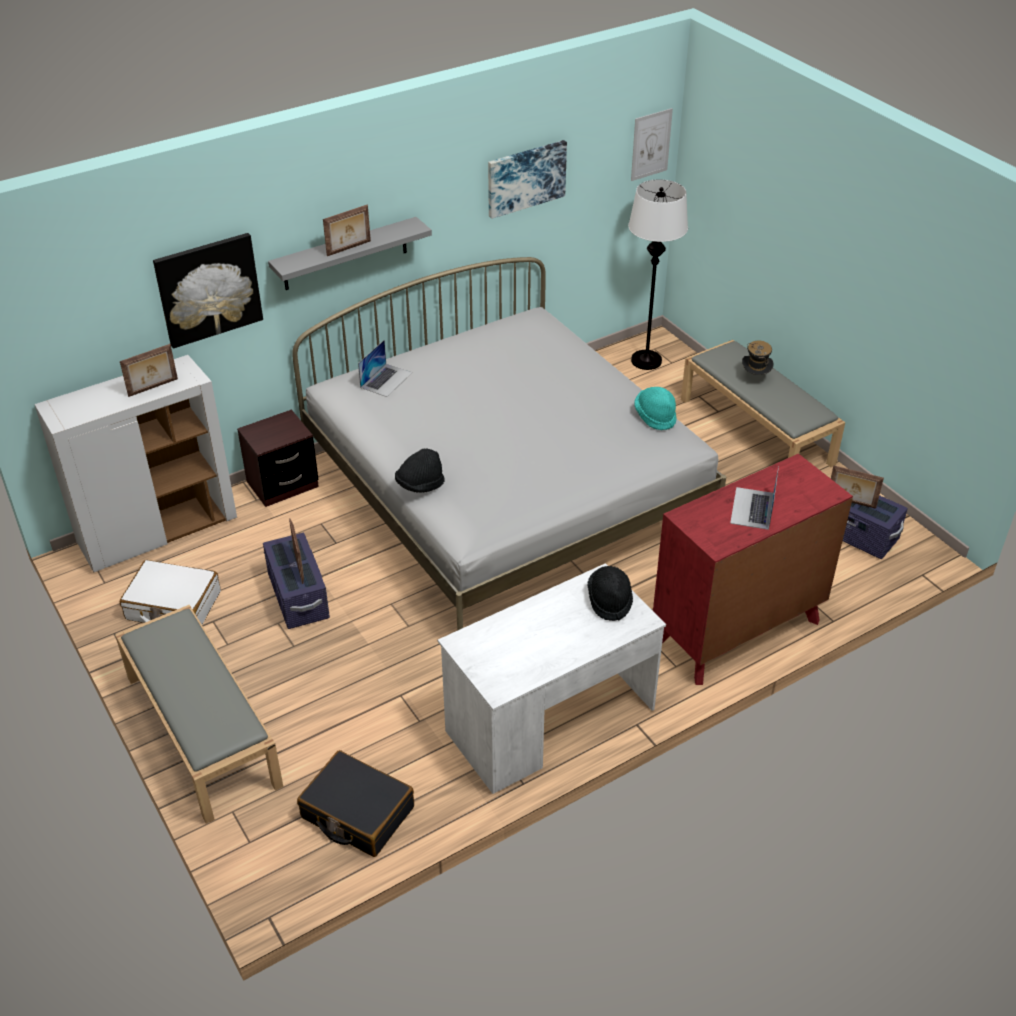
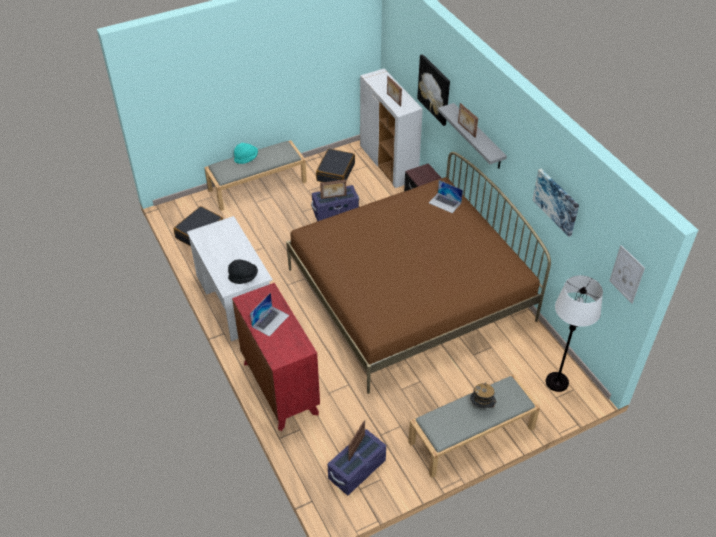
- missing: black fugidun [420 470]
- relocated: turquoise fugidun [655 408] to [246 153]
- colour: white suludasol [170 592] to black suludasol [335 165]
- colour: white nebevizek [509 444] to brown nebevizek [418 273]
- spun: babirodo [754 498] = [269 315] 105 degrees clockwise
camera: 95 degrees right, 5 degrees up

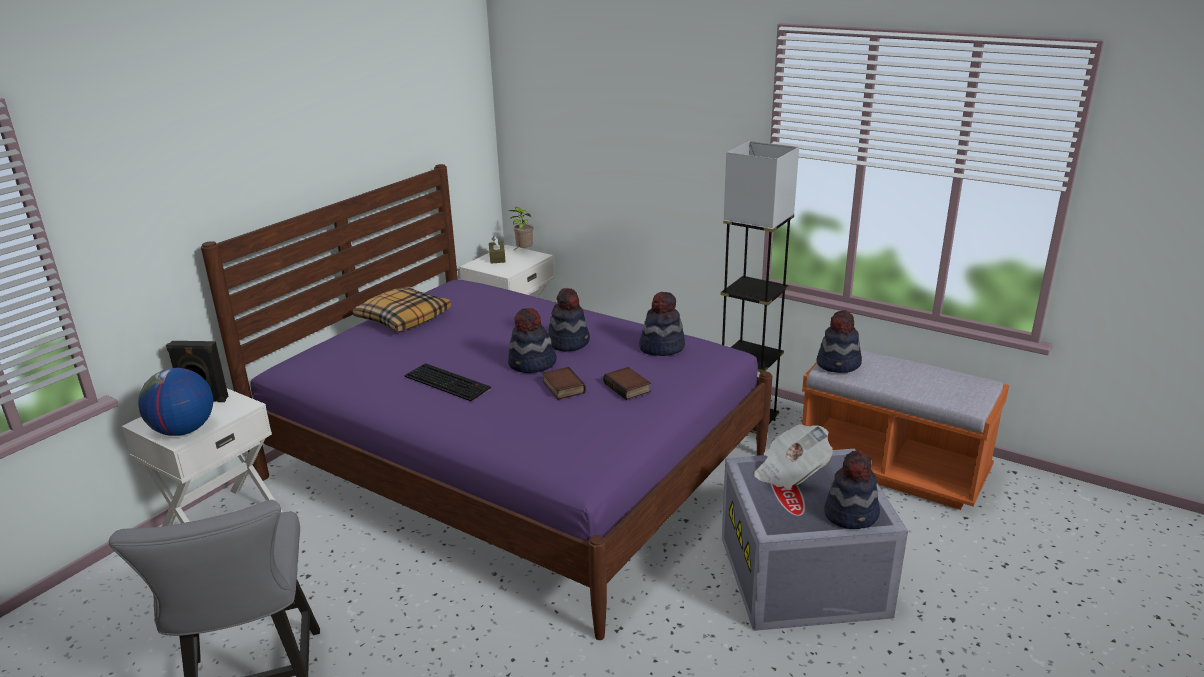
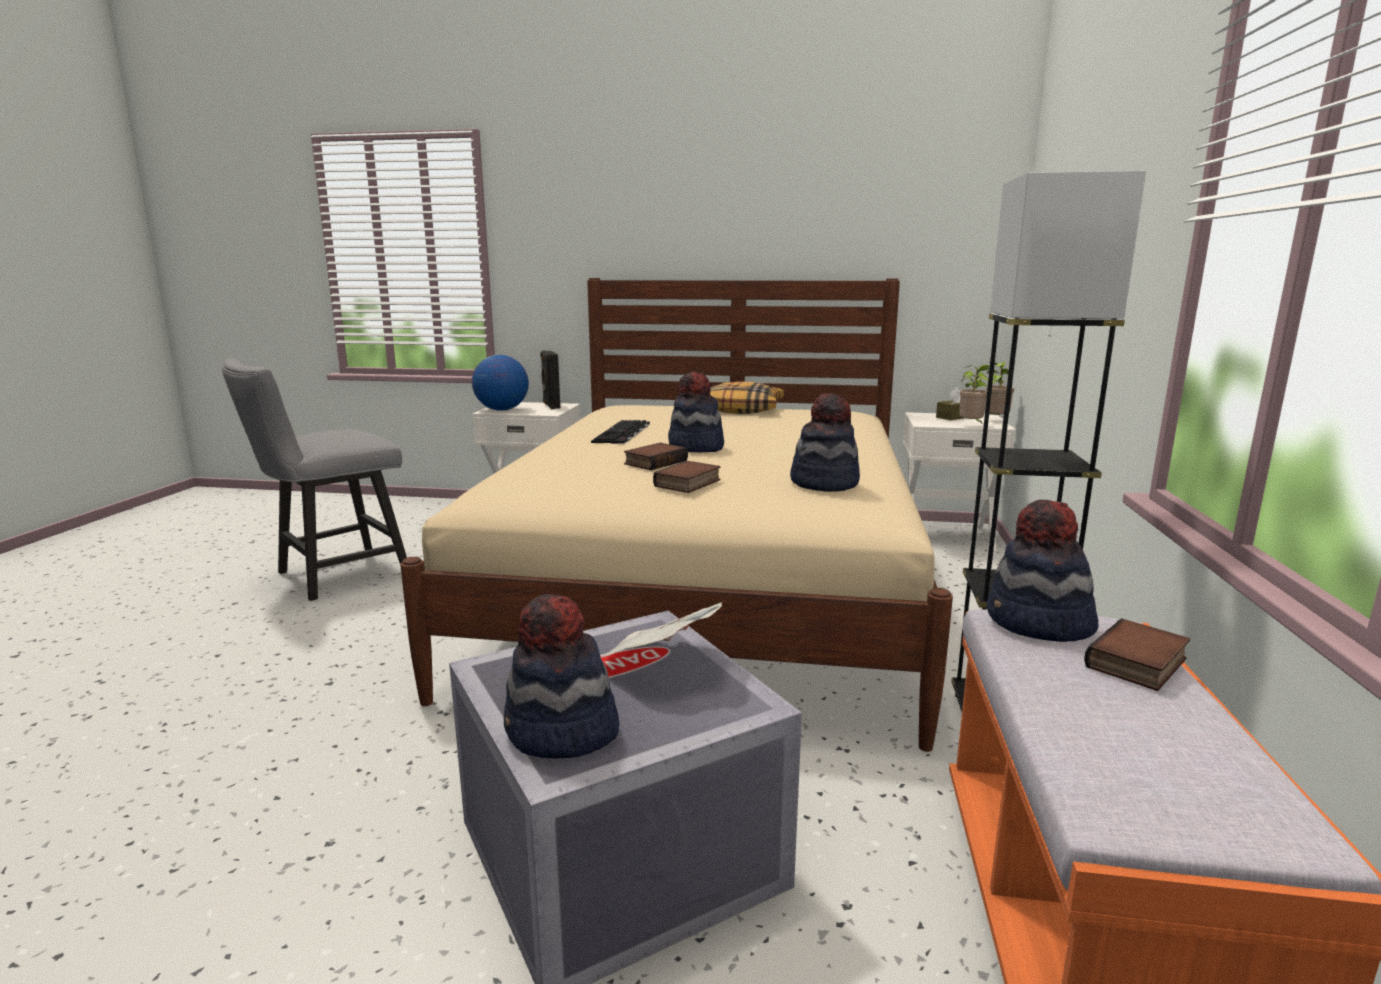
- missing: fugidun [569 320]
- appeared: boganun [974 394]
- appeared: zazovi [1137 654]
- colour: purple nebevizek [486 402] to beige nebevizek [676 515]
camera: 65 degrees right, 10 degrees down

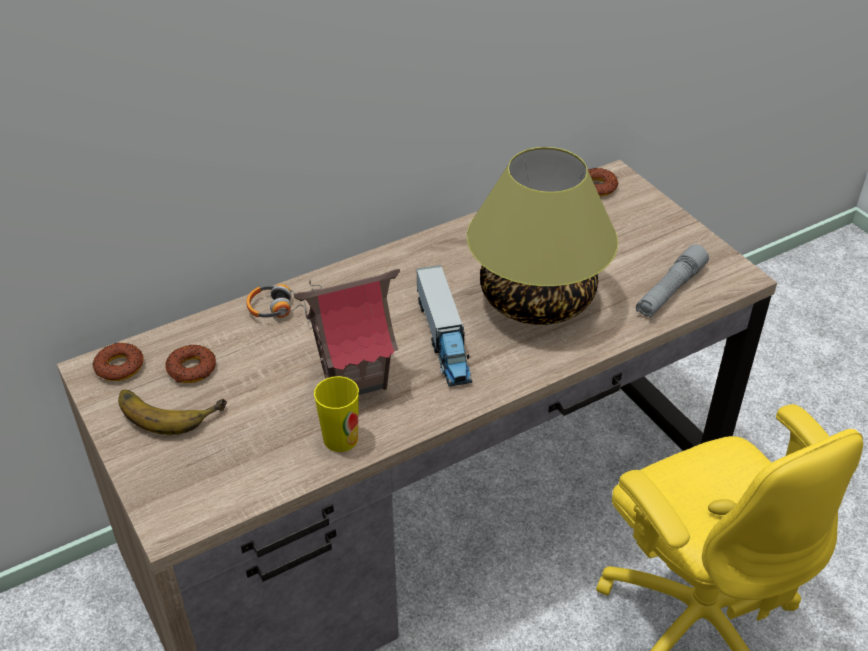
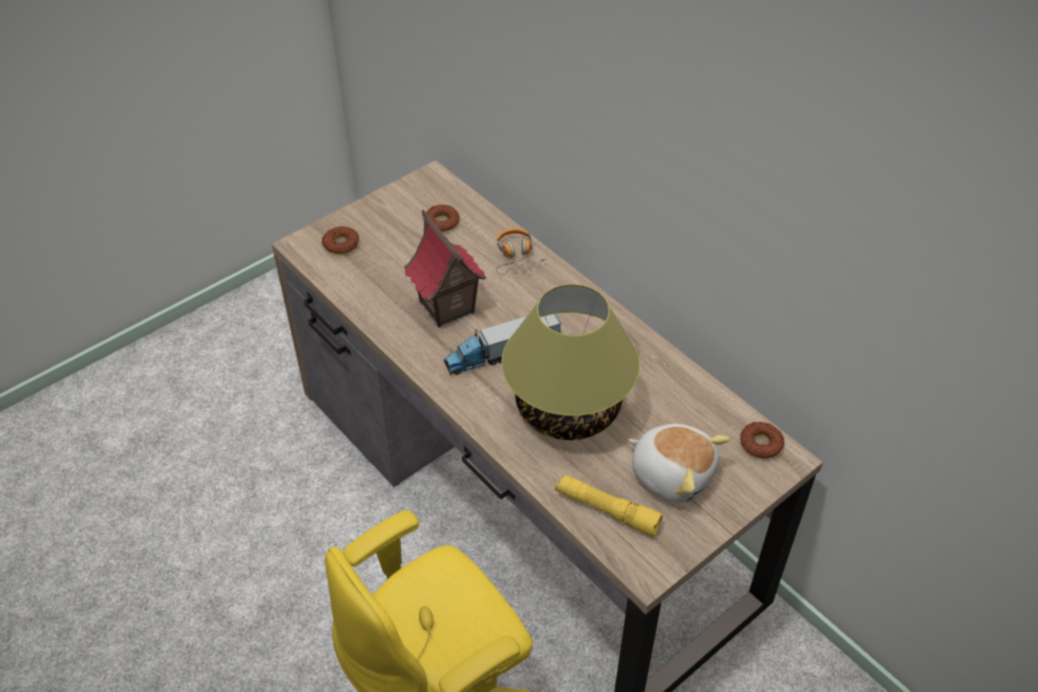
- missing: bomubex [172 412]
- missing: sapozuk [336 414]
- appeared: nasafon [679 463]
- relocated: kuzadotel [118 362] to [340 240]
- colour: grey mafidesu [672 281] to yellow mafidesu [609 505]
camera: 80 degrees right, 5 degrees up

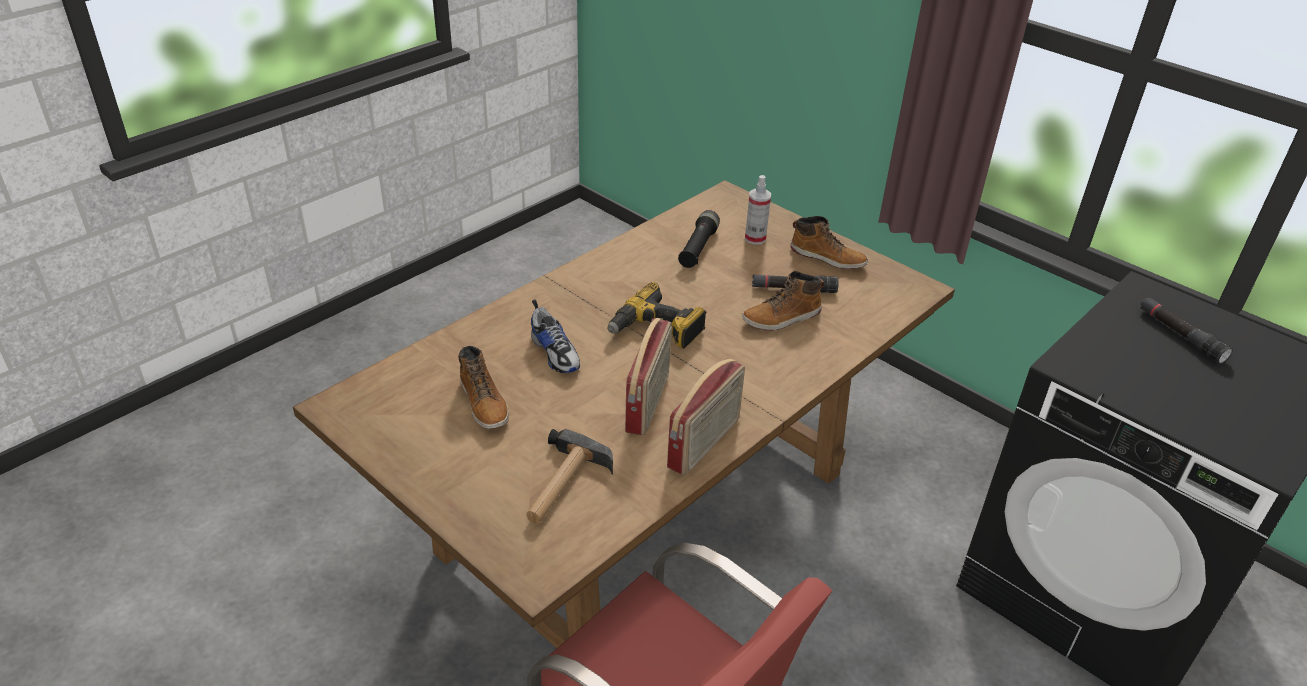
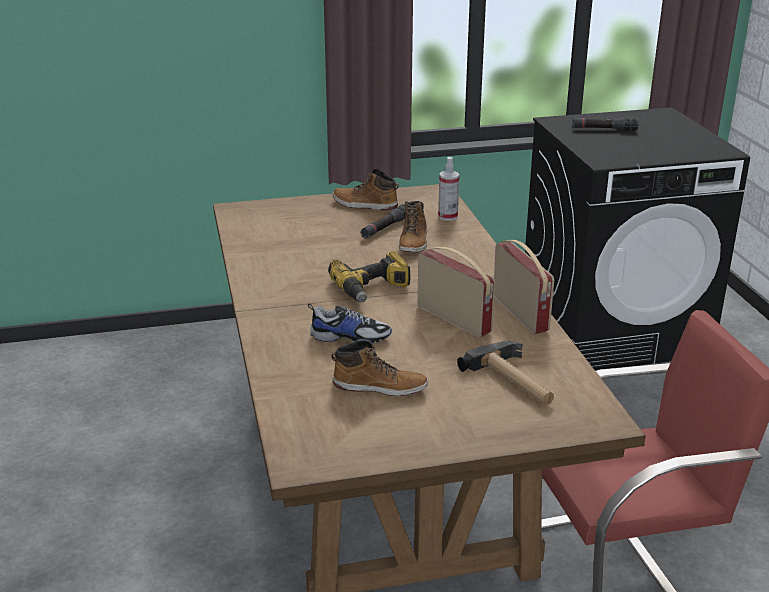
- missing: black mafidesu [699 239]
- relocated: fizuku [758 210] to [448 189]
- spun: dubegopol [829 242] = [366 189] 135 degrees counterclockwise
camera: 55 degrees left, 10 degrees down

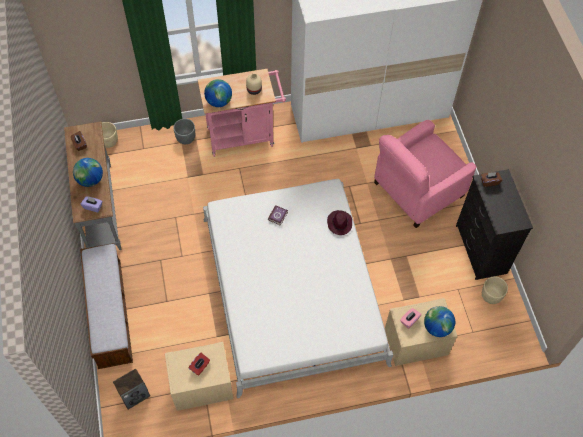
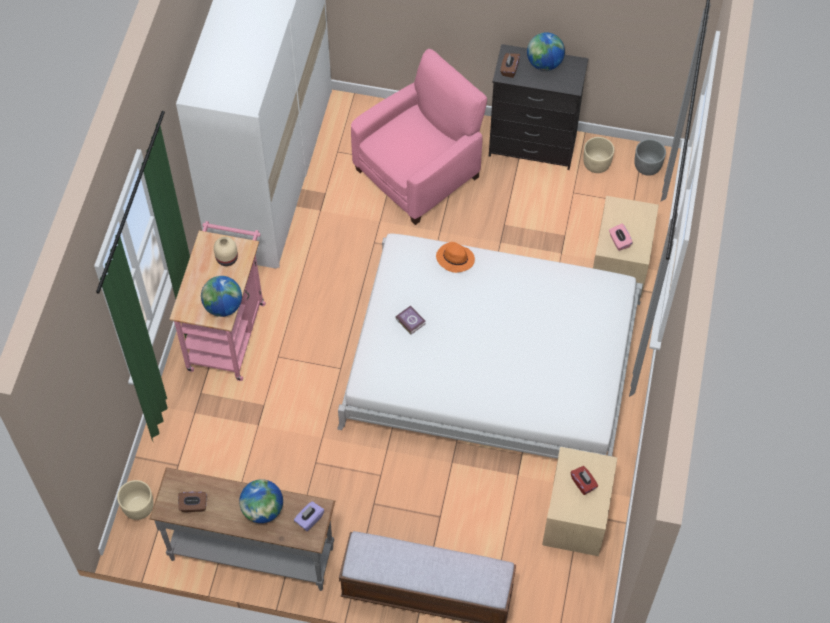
- missing: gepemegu [131 389]
- relocated: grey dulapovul [184 131] to [650 157]
- relocated: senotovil [439 321] to [546 51]
- colour: purple fugidun [339 222] to orange fugidun [455 257]
- spun: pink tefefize [425 174] = [419 137] 120 degrees counterclockwise
camera: 65 degrees left, 0 degrees up

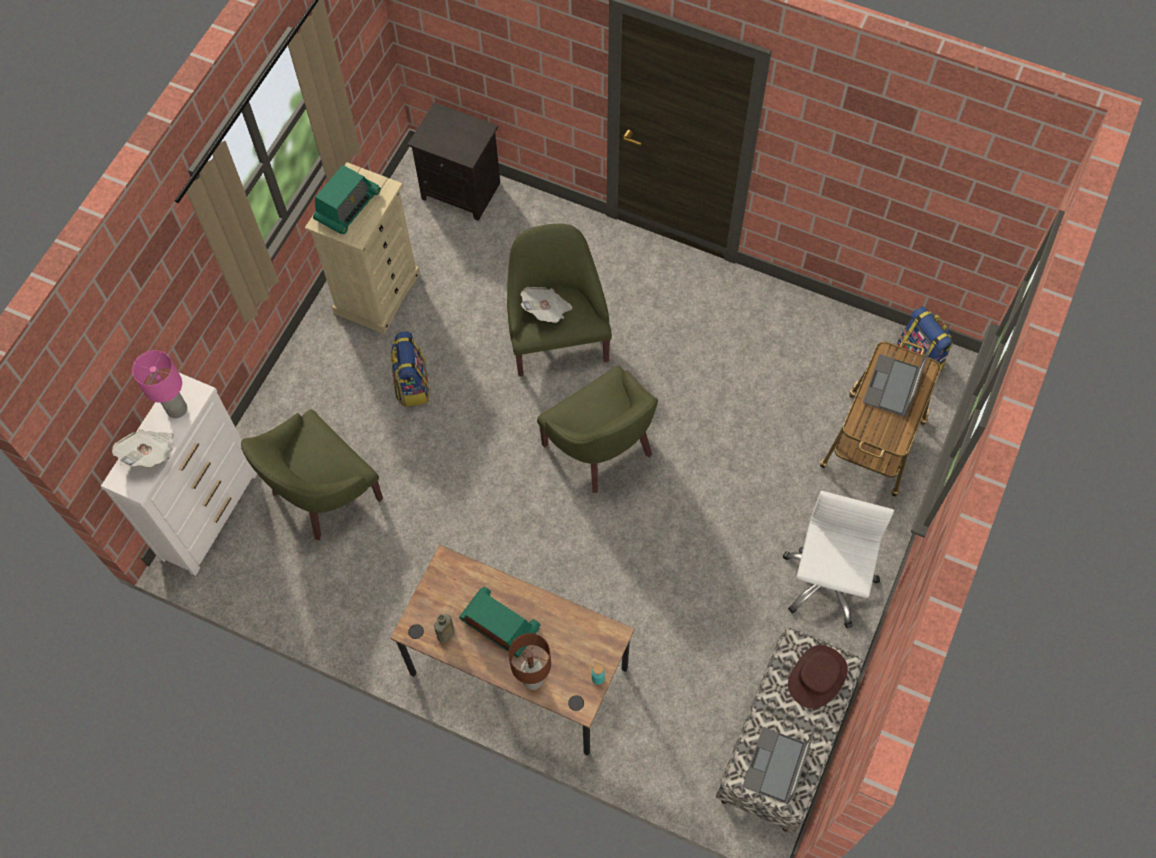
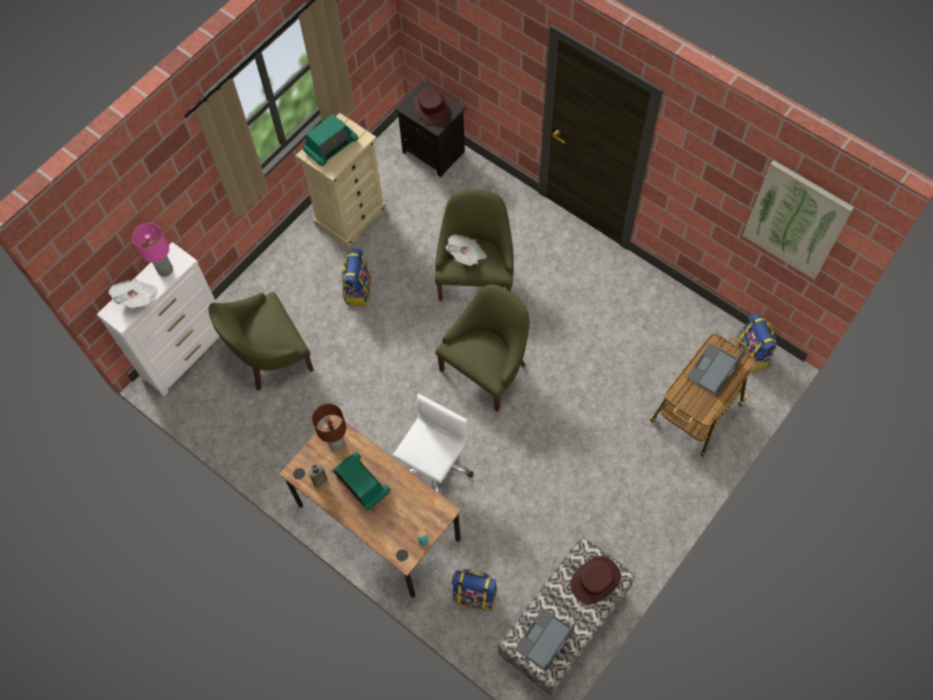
- appeared: brown fugidun [431 106]
- appeared: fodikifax [475 590]
- appeared: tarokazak [798 219]
- relocated: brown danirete [530 661] to [329 427]
- relocated: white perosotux [838 559] to [433 443]
- spun: green tefefize [597 429] = [482 348] 120 degrees counterclockwise
camera: 15 degrees right, 0 degrees up

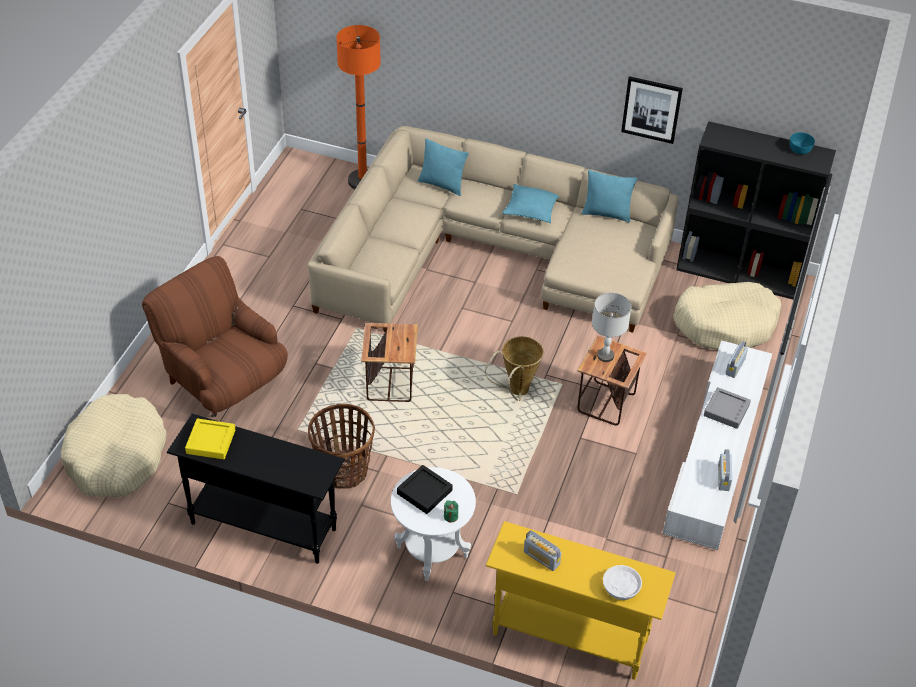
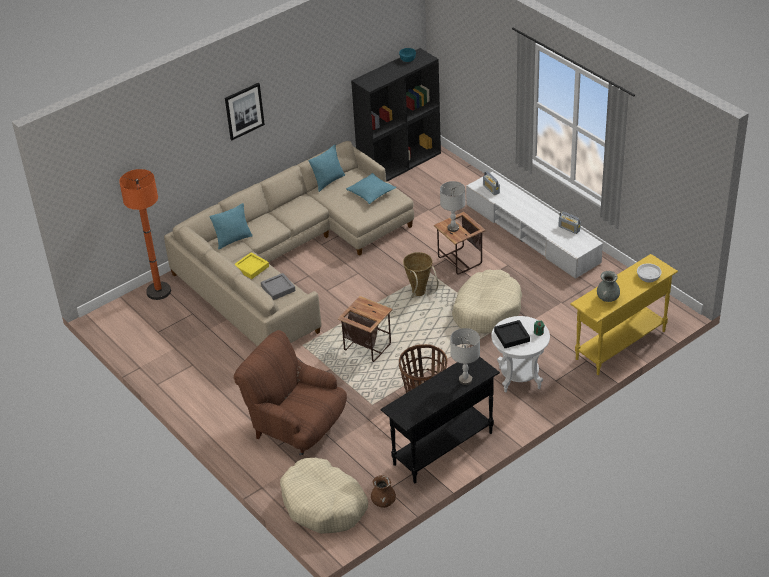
- appeared: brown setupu [383 491]
- appeared: grey danirete [465 356]
- relocated: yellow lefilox [210 438] to [251 266]
- relocated: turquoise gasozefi [531 203] to [371 188]
- relocated: tarokazak [652 110] to [245 111]
- relocated: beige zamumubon [727 316] to [487 301]
- relocated: grey lefilox [727 408] to [278 286]
- exchanged: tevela [543 550] to grey setupu [608 286]
- spun: brown tefefize [215 336] = [290 393] 45 degrees clockwise
camera: 55 degrees left, 5 degrees down

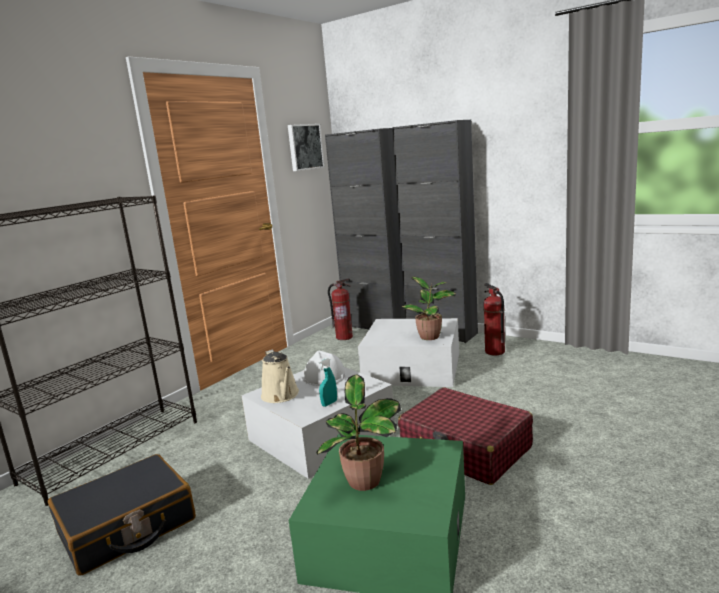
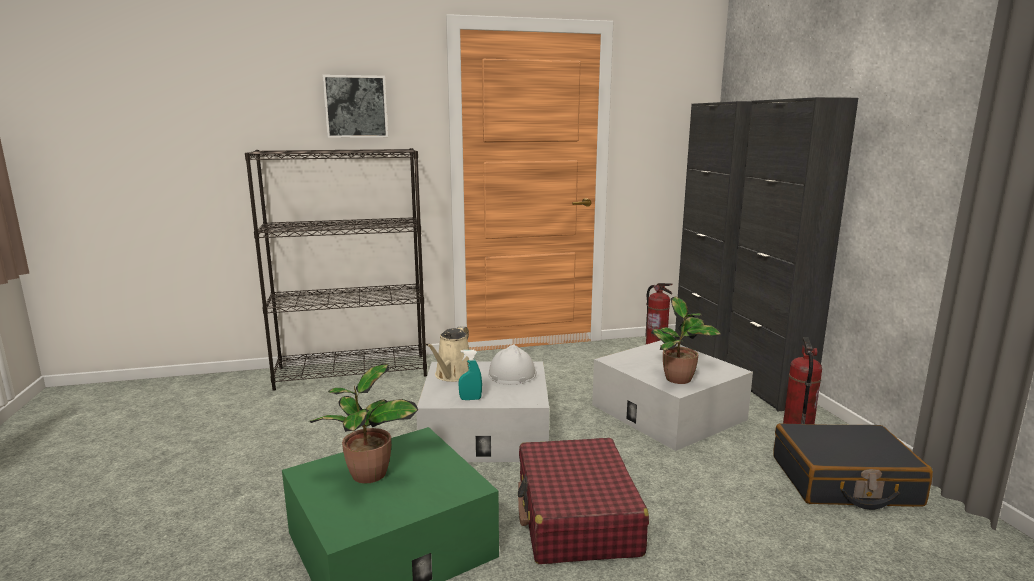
- relocated: black suludasol [122 515] to [853 466]
- relocated: tarokazak [306 147] to [355 106]
camera: 40 degrees right, 0 degrees up

